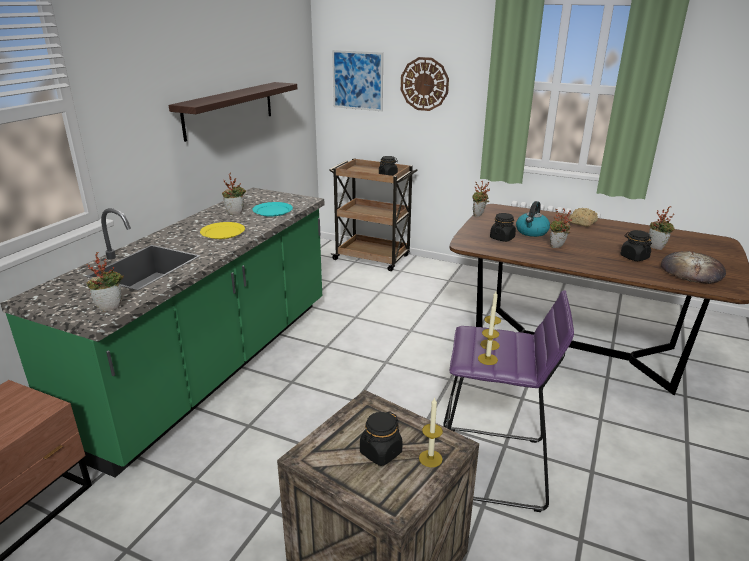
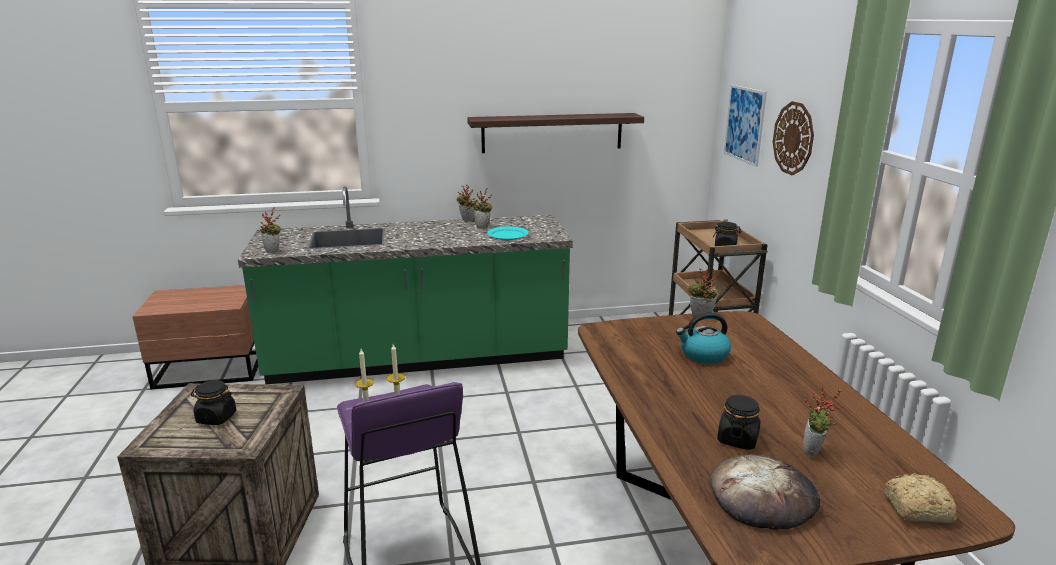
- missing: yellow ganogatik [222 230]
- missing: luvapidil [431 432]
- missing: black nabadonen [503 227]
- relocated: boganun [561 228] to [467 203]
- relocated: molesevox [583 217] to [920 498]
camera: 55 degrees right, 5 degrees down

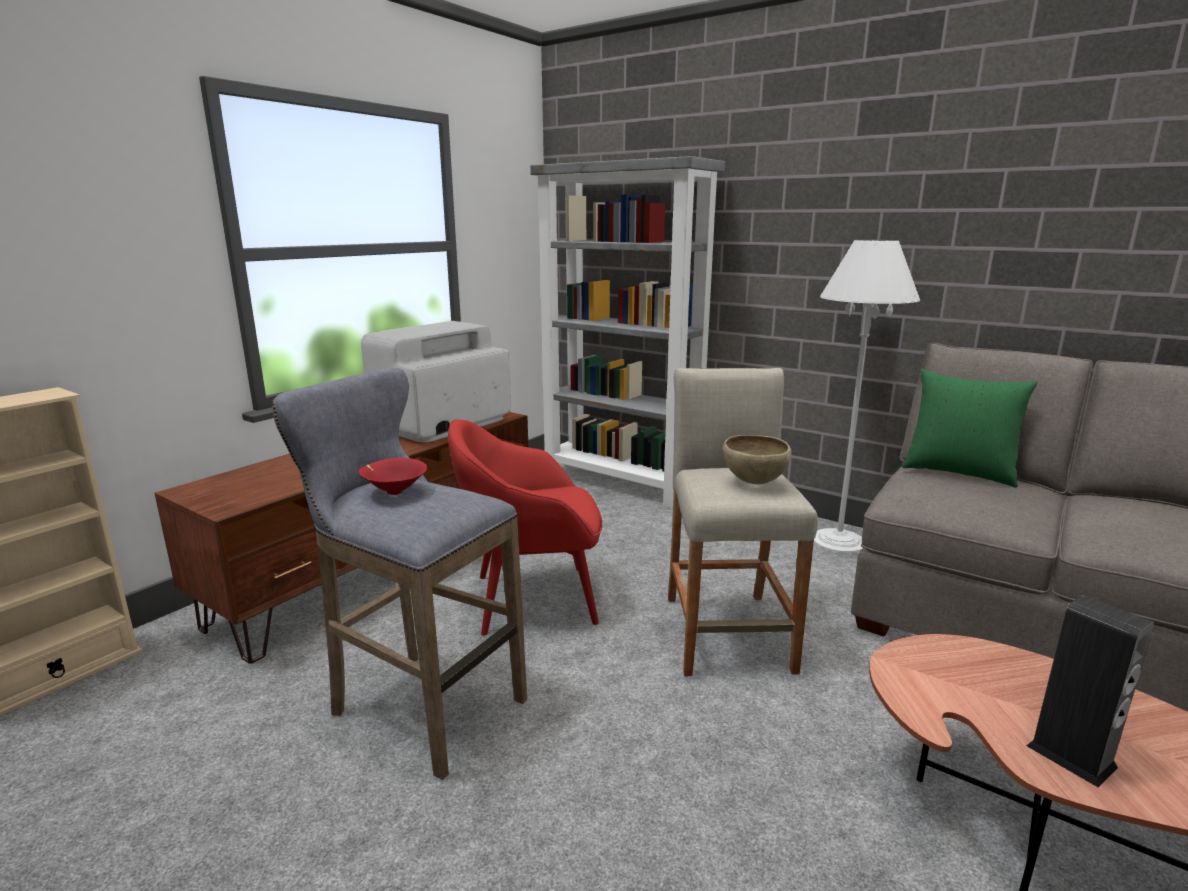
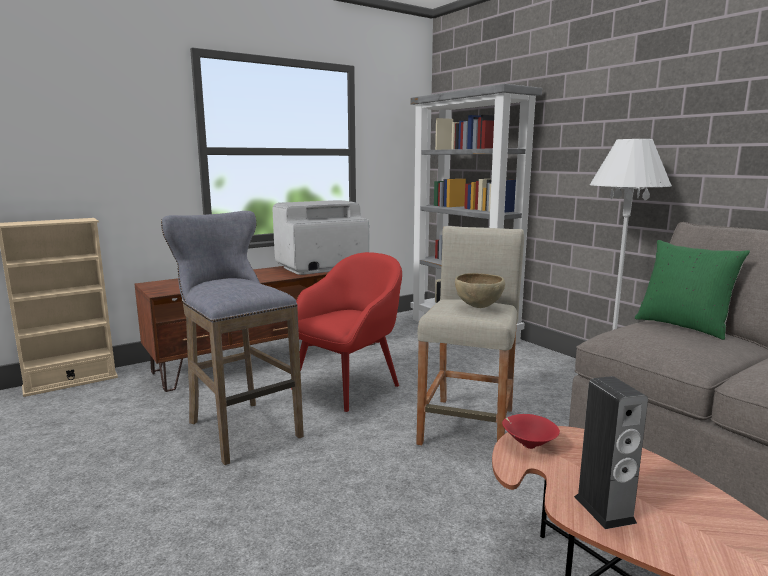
- relocated: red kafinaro [393 476] to [531 431]
- spun: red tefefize [525 527] = [346 332] 120 degrees clockwise
camera: 20 degrees right, 5 degrees down

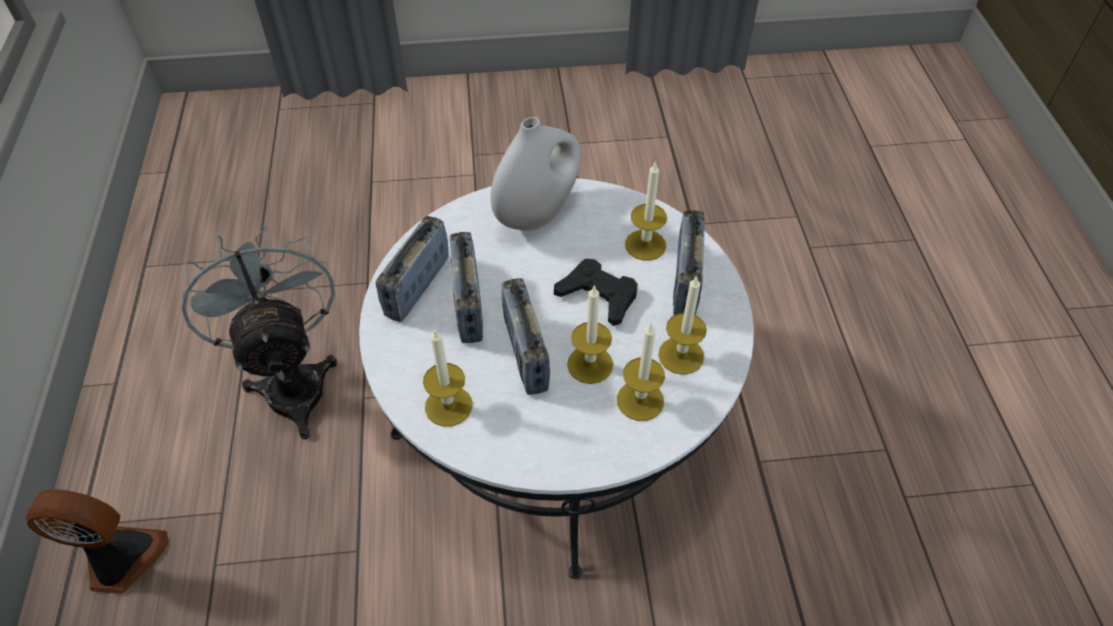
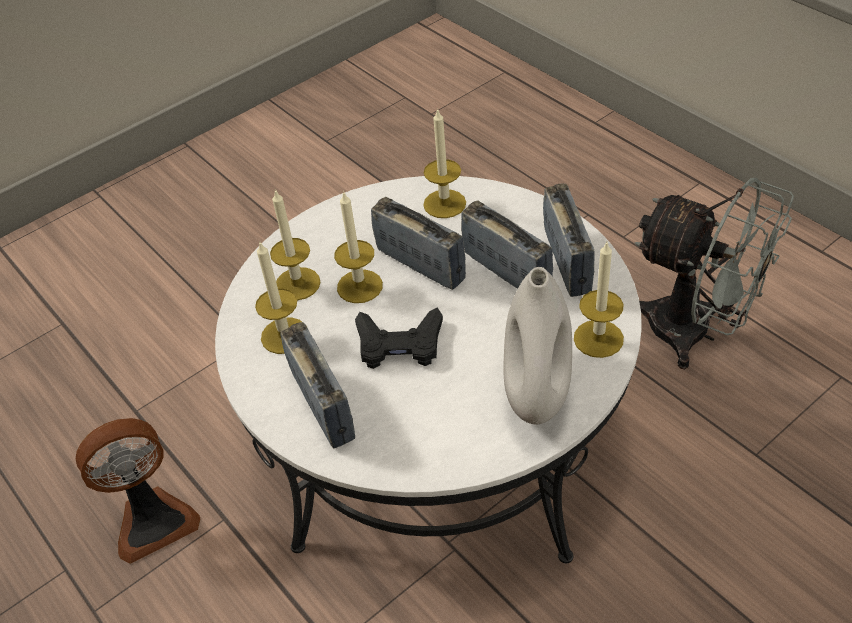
- relocated: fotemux [97 541] to [138 491]
- relocated: luvapidil [646 210] to [599 300]
camera: 150 degrees right, 5 degrees down

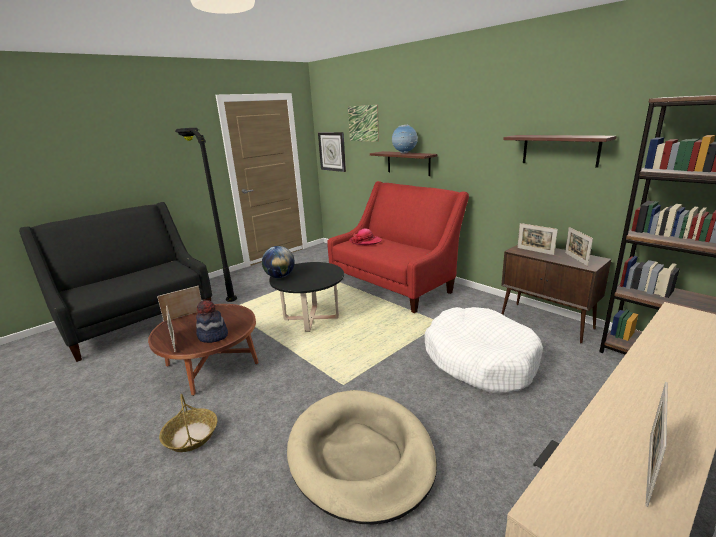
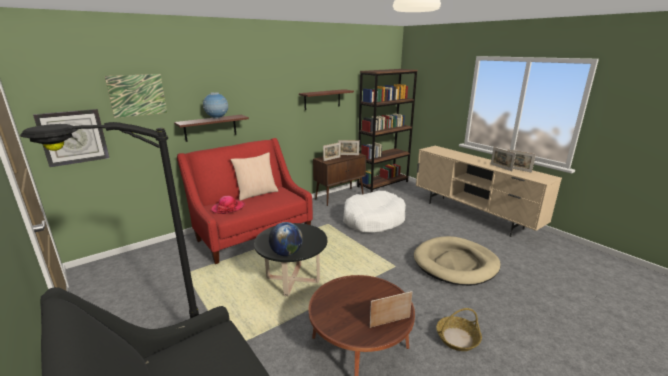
- missing: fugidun [212 321]
- appeared: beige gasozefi [254 176]
- relocated: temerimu [179 303] to [503 159]
camera: 85 degrees left, 0 degrees up

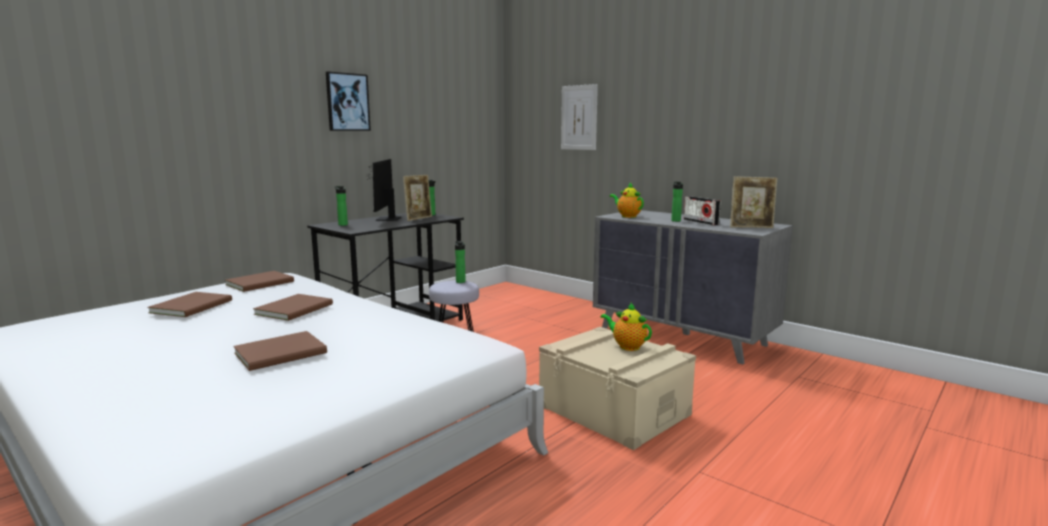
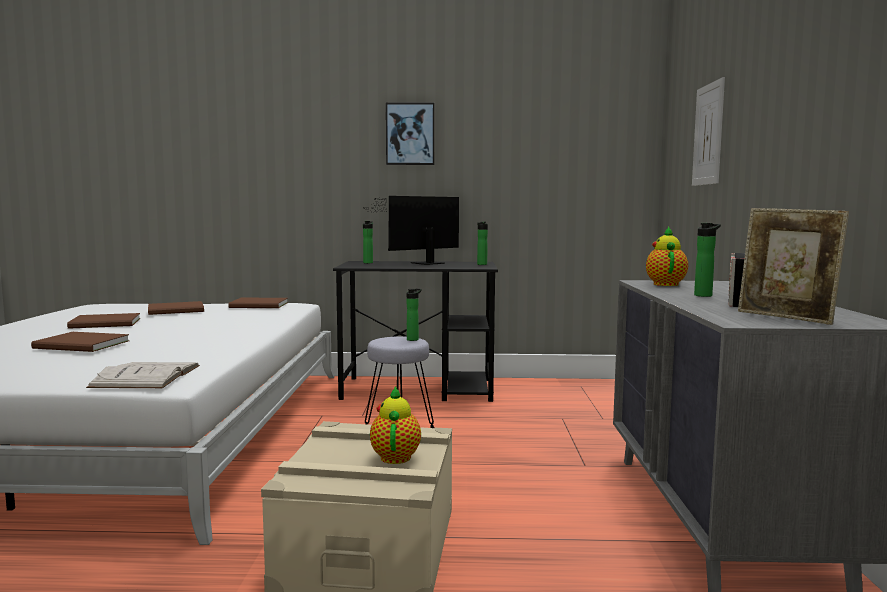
- missing: temerimu [417 198]
- appeared: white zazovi [143 375]
- relocated: brown zazovi [293 307] to [103 321]
camera: 50 degrees right, 5 degrees down

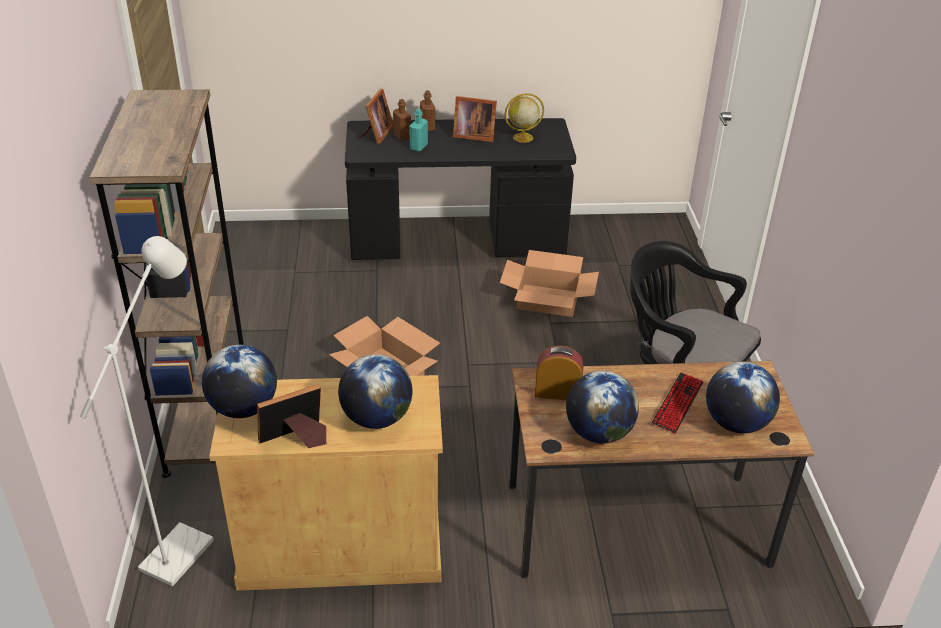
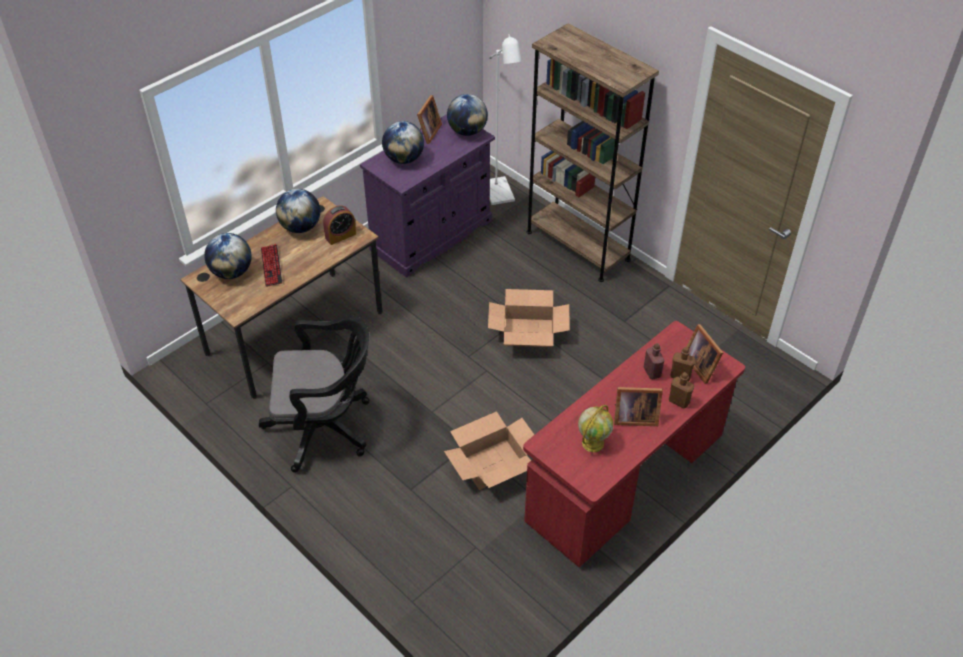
- colour: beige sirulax [326 483] to purple sirulax [427 195]
- colour: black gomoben [460 189] to red gomoben [634 444]
- colour: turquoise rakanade [418 130] to red rakanade [654 361]
- spun: temerimu [475 119] = [638 406] 150 degrees counterclockwise
camera: 140 degrees right, 10 degrees up

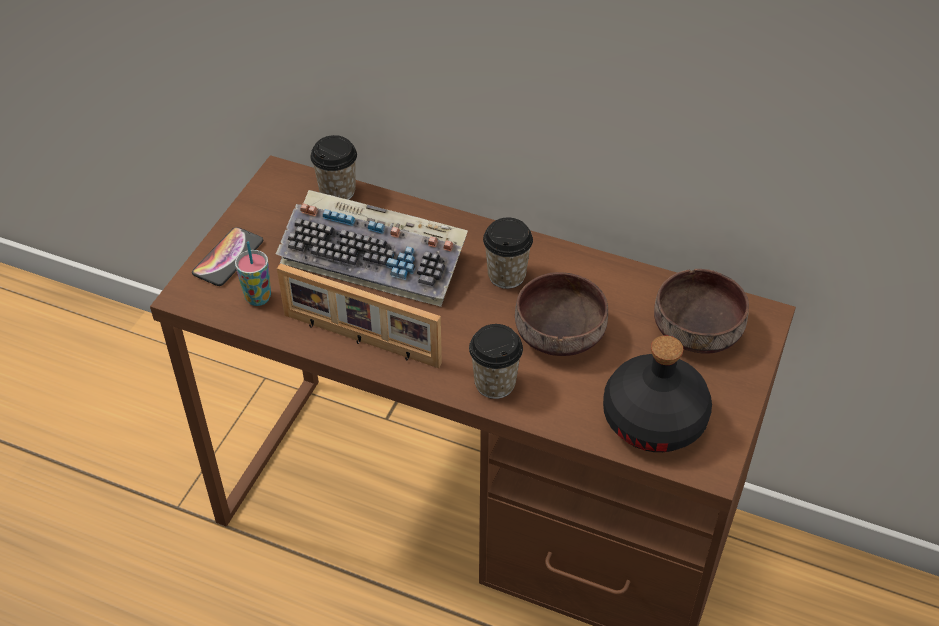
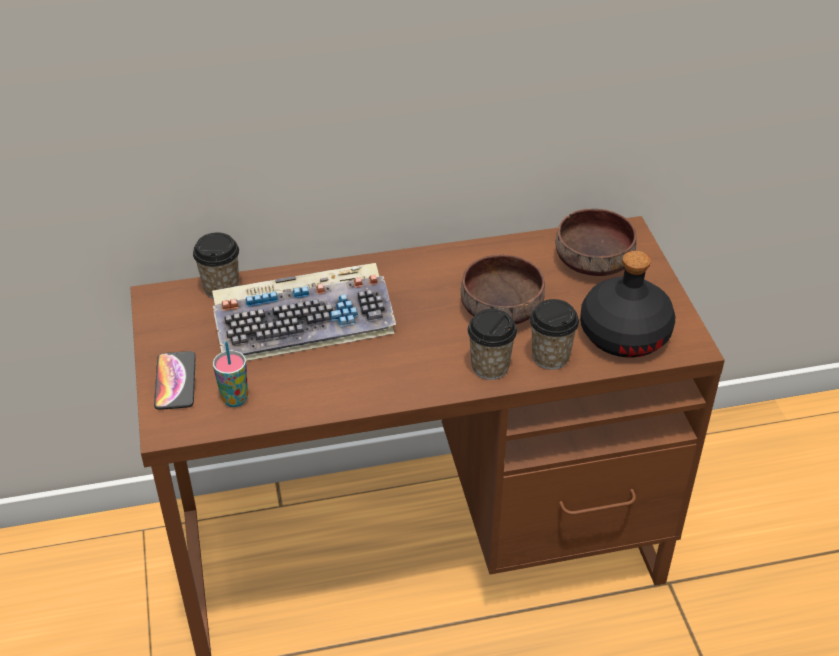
- missing: temerimu [359 315]
- relocated: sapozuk [508 253] to [554 334]
camera: 35 degrees left, 5 degrees down

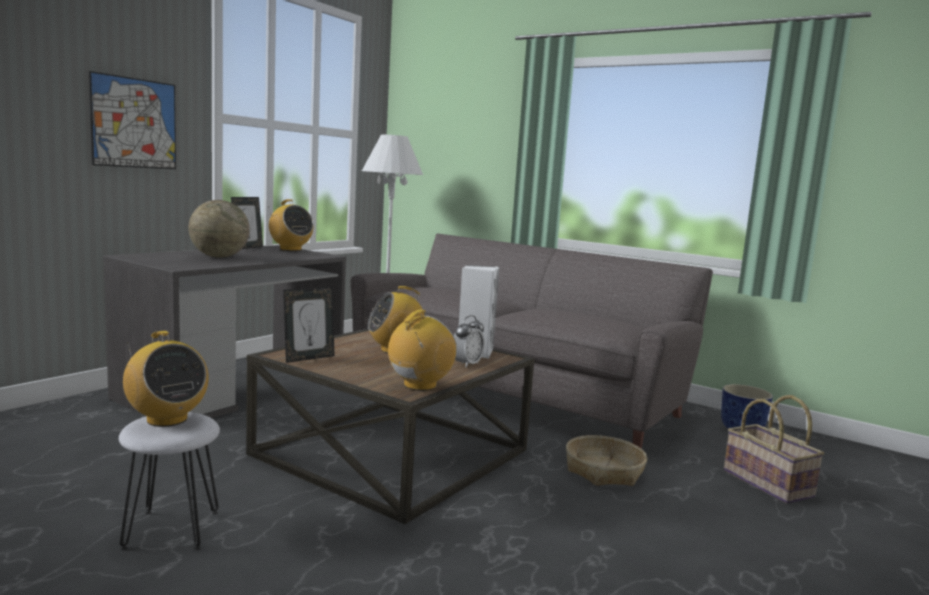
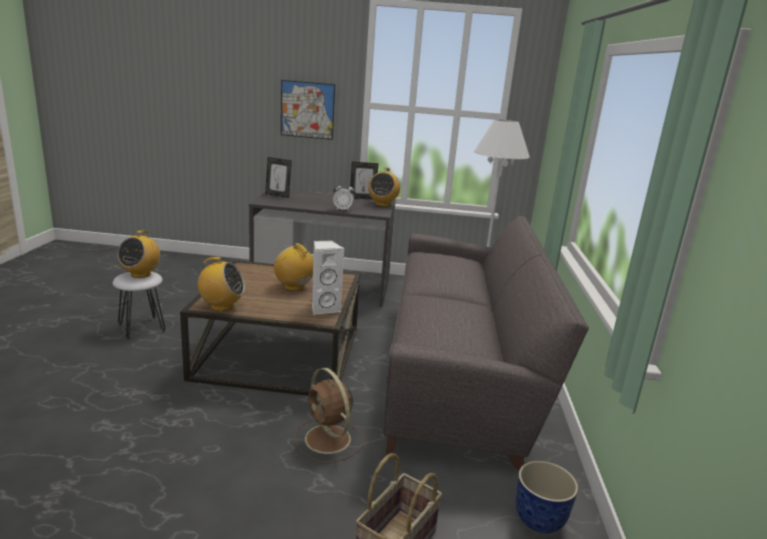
- missing: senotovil [219 229]
- relocated: temerimu [309 325] to [278 177]
- relocated: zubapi [469 341] to [344 196]
- exchanged: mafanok [606 460] to brown fotemux [329 415]
camera: 60 degrees right, 10 degrees up

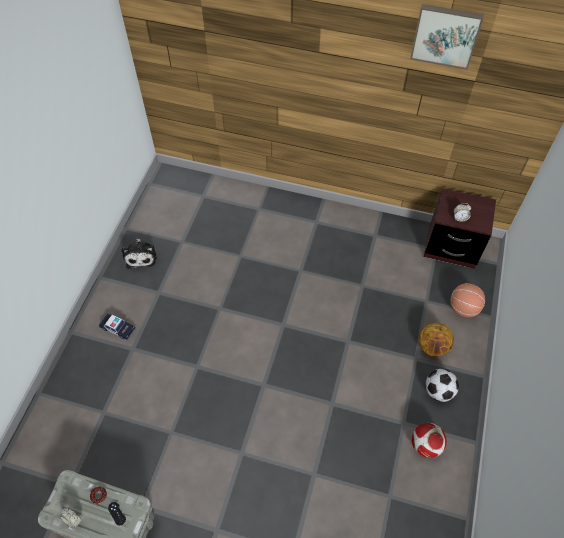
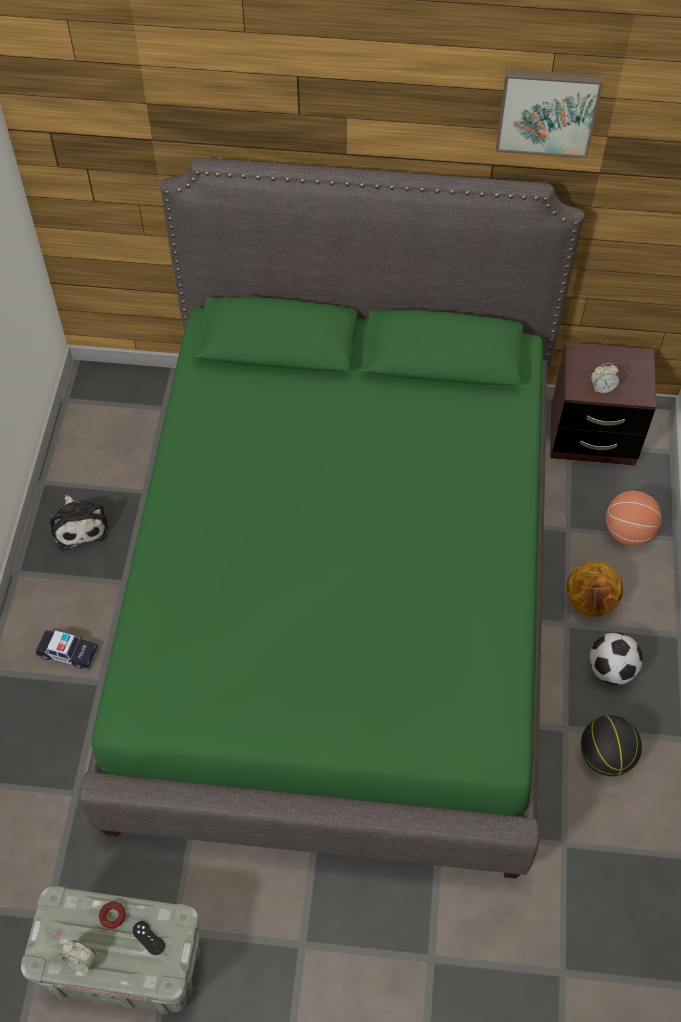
- appeared: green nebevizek [331 518]
- exchanged: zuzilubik [429 440] to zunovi [611 746]
camera: 10 degrees left, 0 degrees up

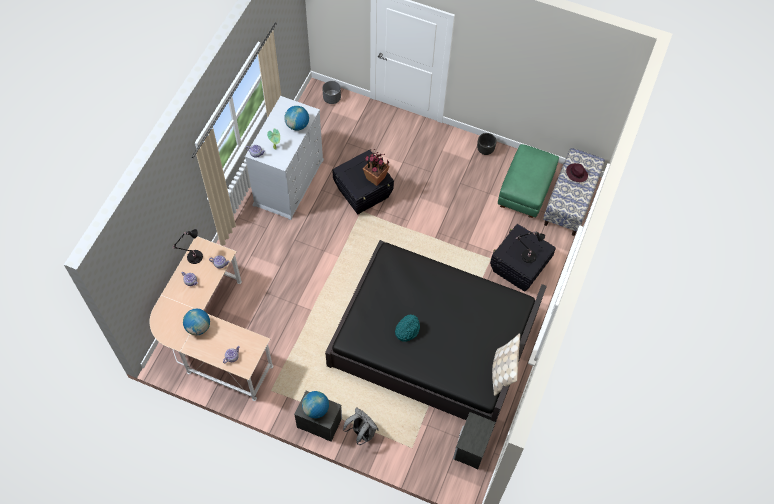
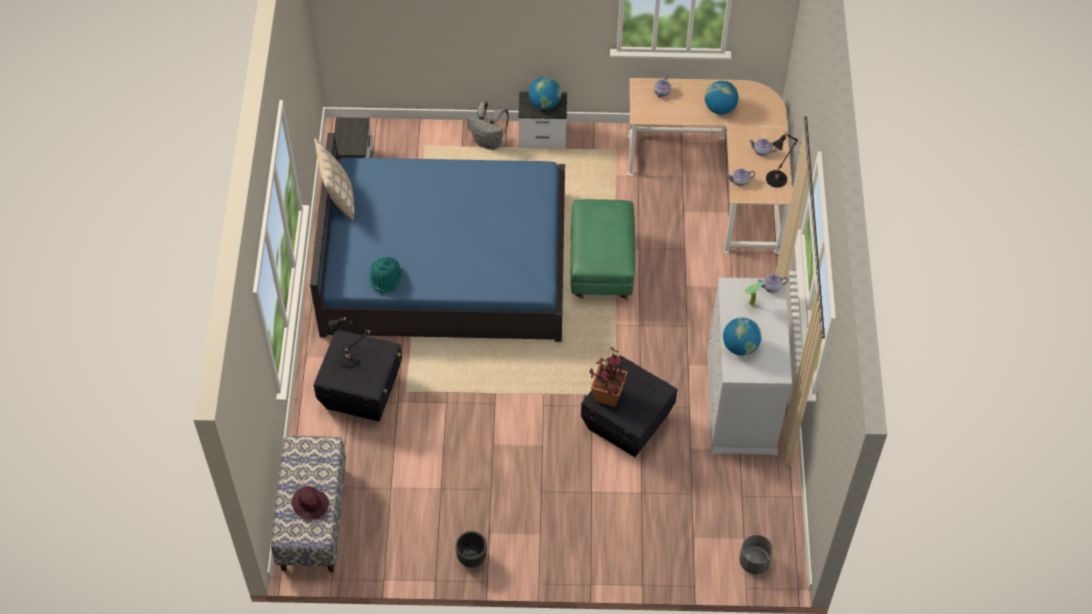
- relocated: turquoise fugidun [407 328] to [386 274]
- relocated: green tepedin [528 181] to [602 249]
- colour: black nebevizek [436 334] to blue nebevizek [437 237]
camera: 160 degrees right, 5 degrees down

